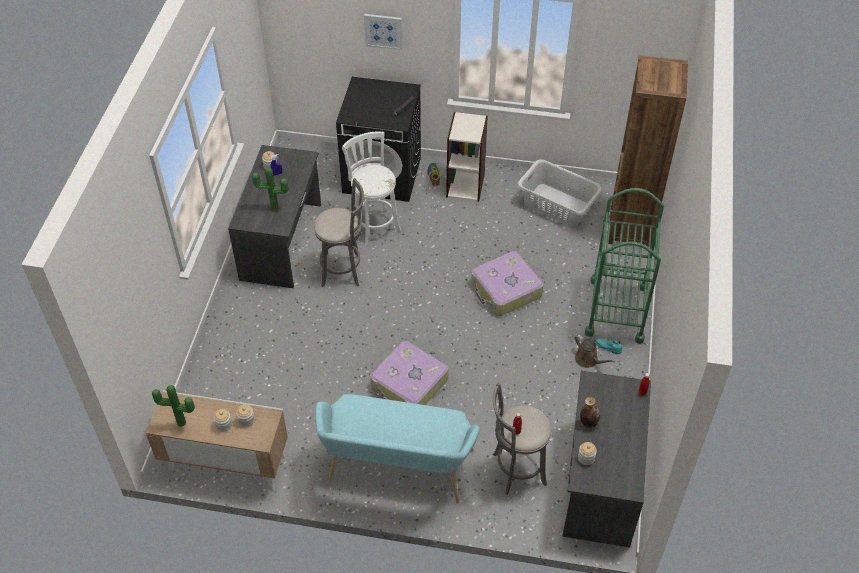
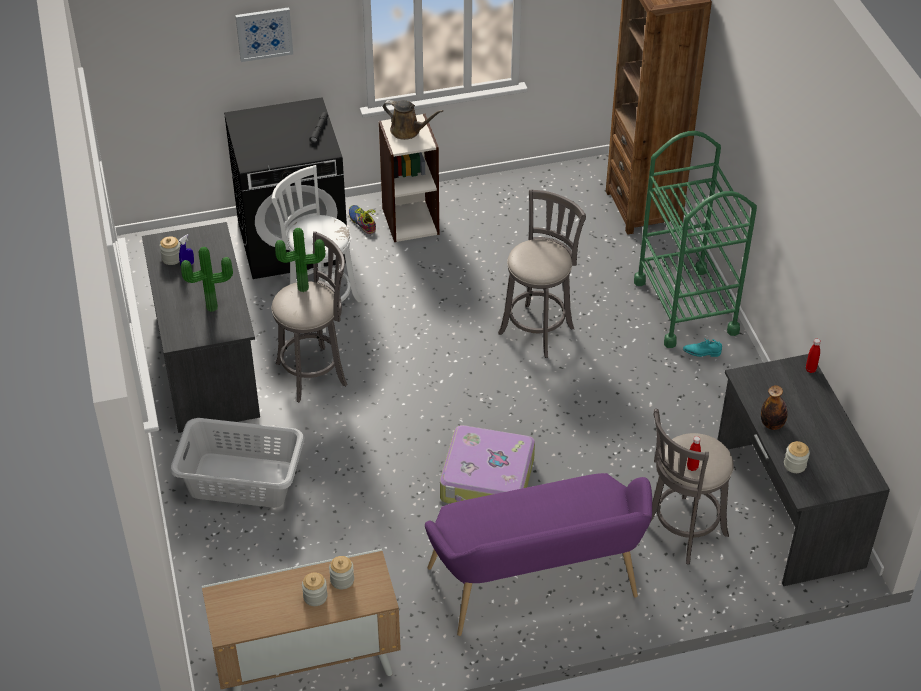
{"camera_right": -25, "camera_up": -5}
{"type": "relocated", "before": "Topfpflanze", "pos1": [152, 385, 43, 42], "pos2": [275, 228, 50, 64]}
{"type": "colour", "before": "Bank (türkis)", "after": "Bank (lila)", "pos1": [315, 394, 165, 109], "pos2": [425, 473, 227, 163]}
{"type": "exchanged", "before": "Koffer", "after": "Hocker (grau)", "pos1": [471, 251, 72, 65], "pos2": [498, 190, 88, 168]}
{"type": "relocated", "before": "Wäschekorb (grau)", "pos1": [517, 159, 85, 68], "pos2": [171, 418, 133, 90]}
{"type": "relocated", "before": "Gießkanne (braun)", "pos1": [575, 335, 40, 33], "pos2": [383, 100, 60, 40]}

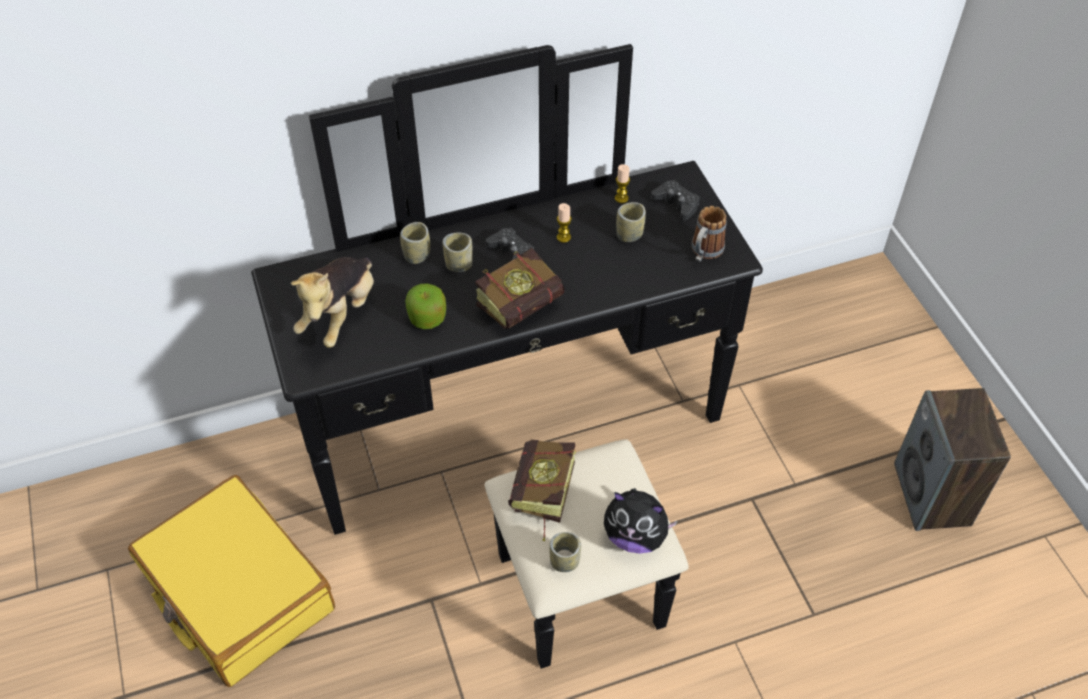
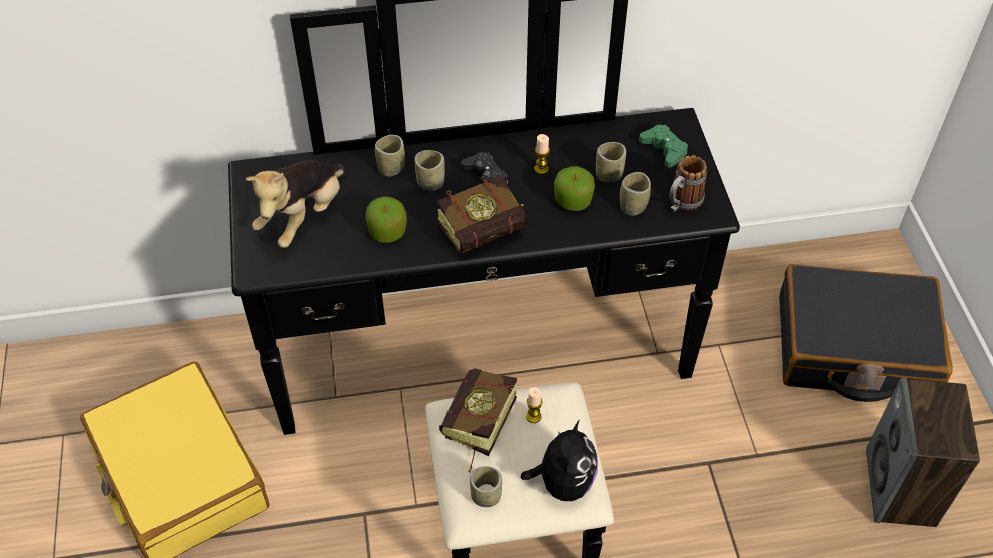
{"camera_right": 10, "camera_up": 0}
{"type": "spun", "before": "Plüschtier", "pos1": [604, 488, 74, 66], "pos2": [520, 420, 78, 81], "turn": -105}
{"type": "relocated", "before": "Kerze", "pos1": [615, 164, 15, 39], "pos2": [526, 387, 17, 36]}
{"type": "colour", "before": "Gamepad (schwarz)", "after": "Gamepad (grün)", "pos1": [651, 180, 49, 40], "pos2": [639, 125, 49, 42]}
{"type": "appeared", "after": "Apfel", "pos2": [554, 166, 41, 45]}
{"type": "appeared", "after": "Tasse", "pos2": [620, 172, 31, 44]}
{"type": "appeared", "after": "Koffer (schwarz)", "pos2": [779, 264, 174, 138]}

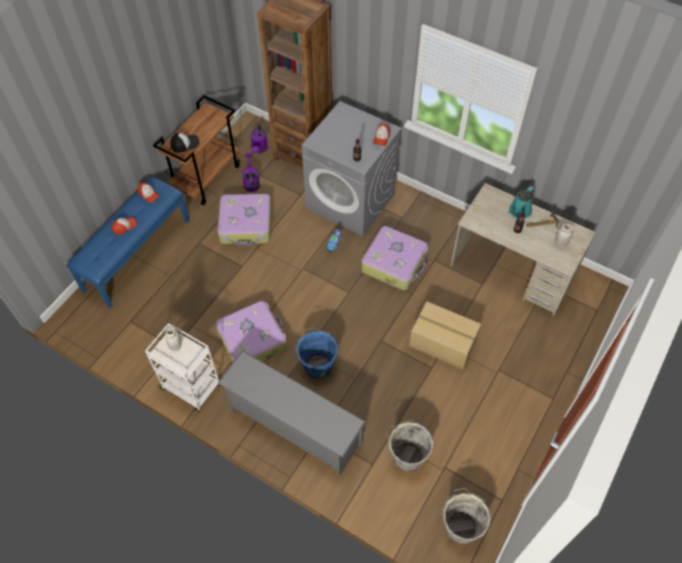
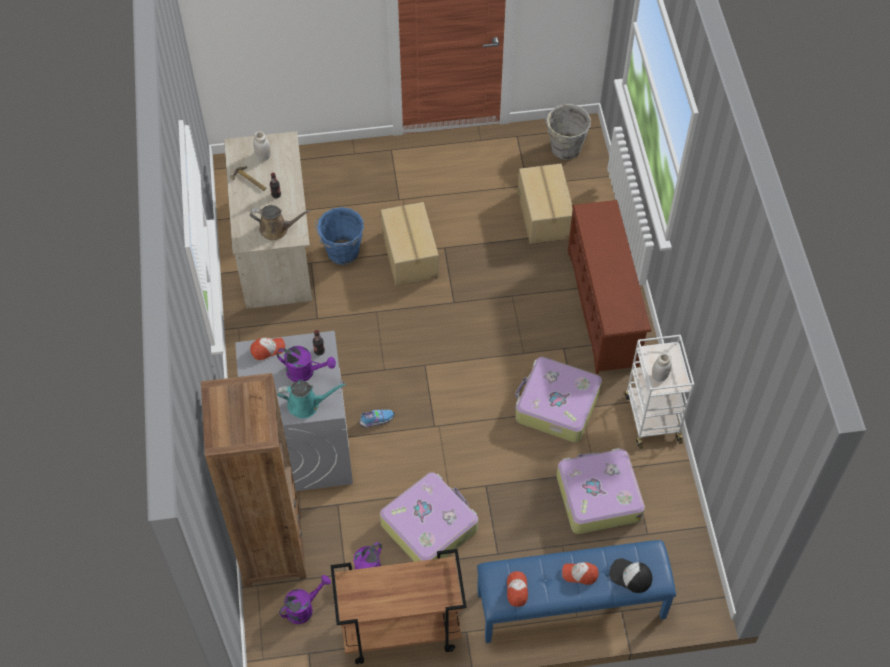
{"camera_right": -130, "camera_up": 0}
{"type": "relocated", "before": "Kappe", "pos1": [170, 133, 29, 20], "pos2": [609, 558, 43, 35]}
{"type": "colour", "before": "Schuhregal (grau)", "after": "Schuhregal (braun)", "pos1": [218, 351, 148, 125], "pos2": [568, 200, 83, 174]}
{"type": "relocated", "before": "Eimer (blau)", "pos1": [295, 327, 43, 52], "pos2": [315, 207, 49, 58]}
{"type": "relocated", "before": "Koffer", "pos1": [361, 226, 67, 64], "pos2": [557, 448, 88, 86]}
{"type": "exchanged", "before": "Eimer (grau)", "after": "Karton", "pos1": [385, 420, 49, 52], "pos2": [518, 164, 55, 80]}
{"type": "relocated", "before": "Gießkanne (türkis)", "pos1": [508, 186, 27, 33], "pos2": [277, 381, 69, 38]}
{"type": "appeared", "after": "Gießkanne (braun)", "pos2": [250, 205, 61, 36]}
{"type": "appeared", "after": "Gießkanne (lila)", "pos2": [277, 346, 59, 36]}

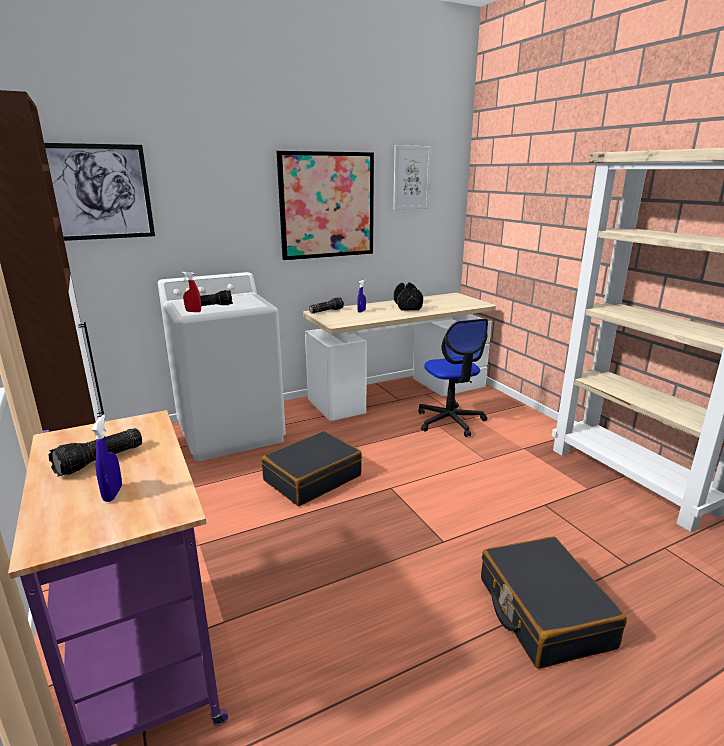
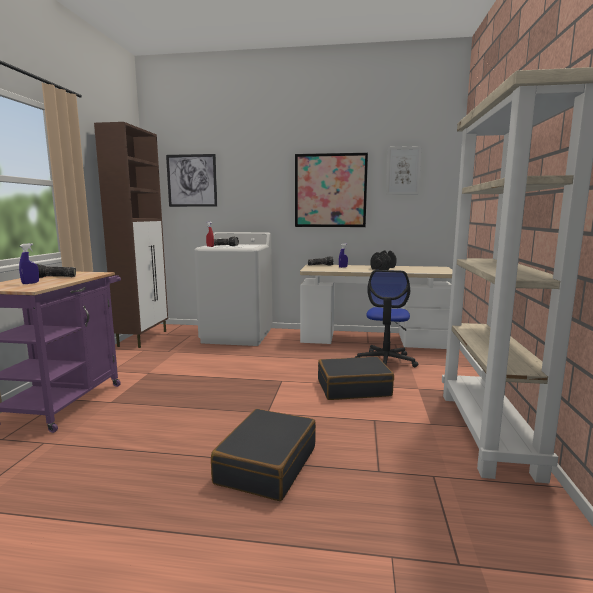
{"camera_right": 35, "camera_up": -10}
{"type": "relocated", "before": "Koffer (schwarz)", "pos1": [262, 431, 100, 75], "pos2": [318, 356, 76, 44]}

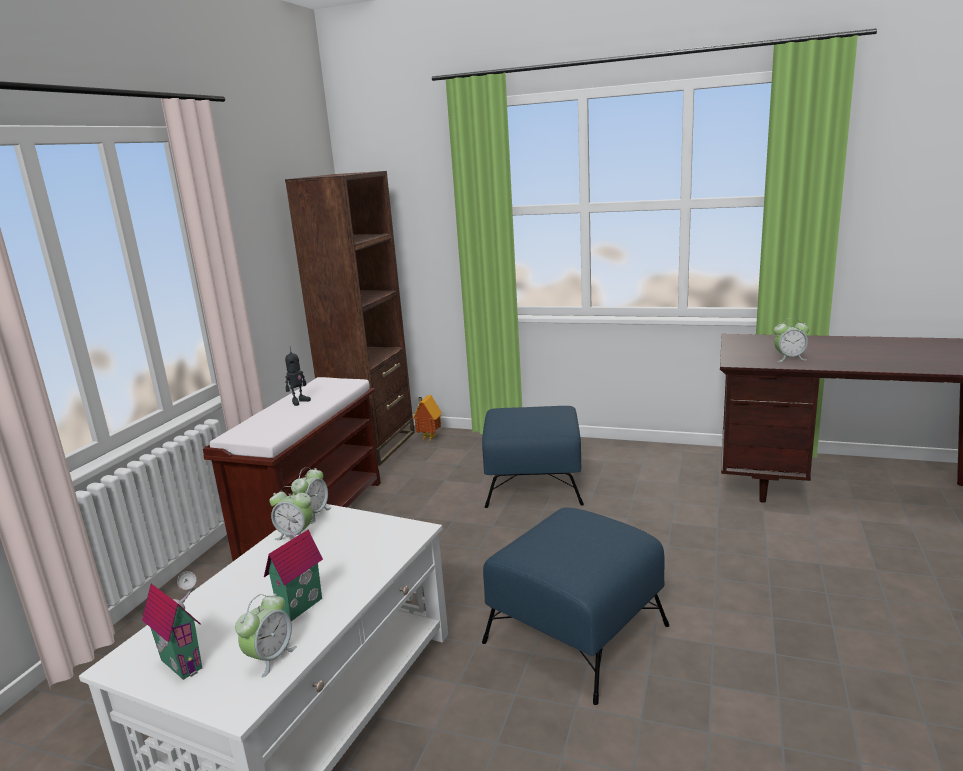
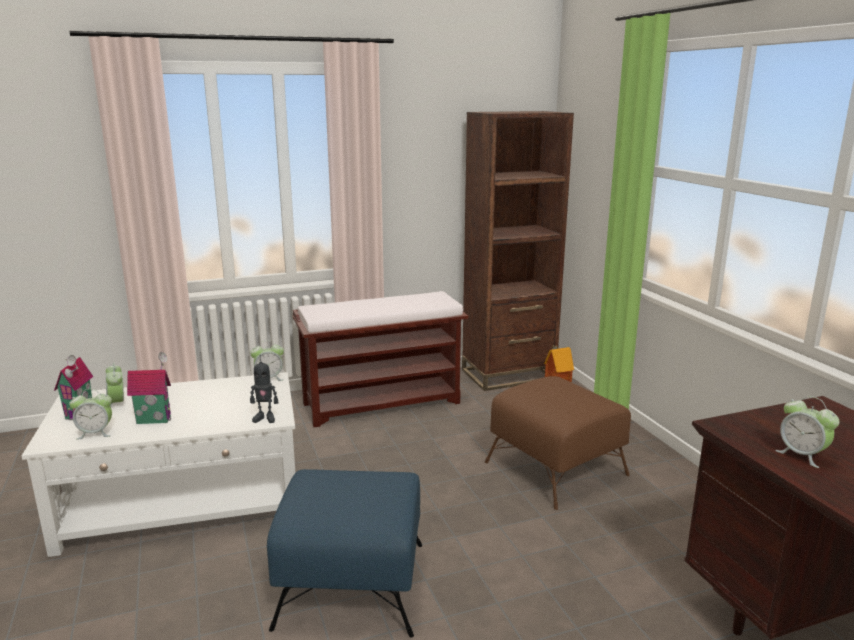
{"camera_right": 50, "camera_up": 0}
{"type": "relocated", "before": "Wecker", "pos1": [269, 486, 44, 54], "pos2": [105, 363, 19, 44]}
{"type": "relocated", "before": "Spielzeugroboter", "pos1": [285, 346, 26, 60], "pos2": [250, 355, 28, 68]}
{"type": "colour", "before": "Polsterhocker (blau)", "after": "Polsterhocker (braun)", "pos1": [482, 406, 102, 102], "pos2": [485, 376, 146, 134]}

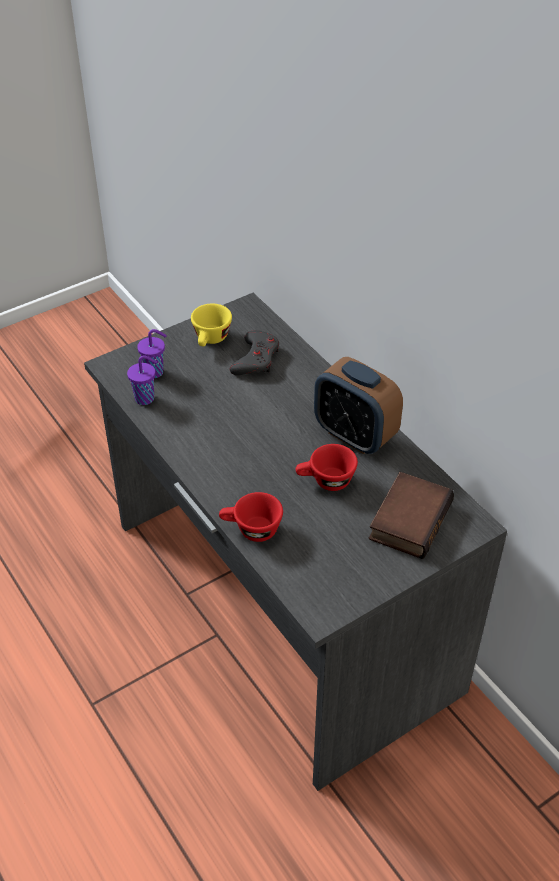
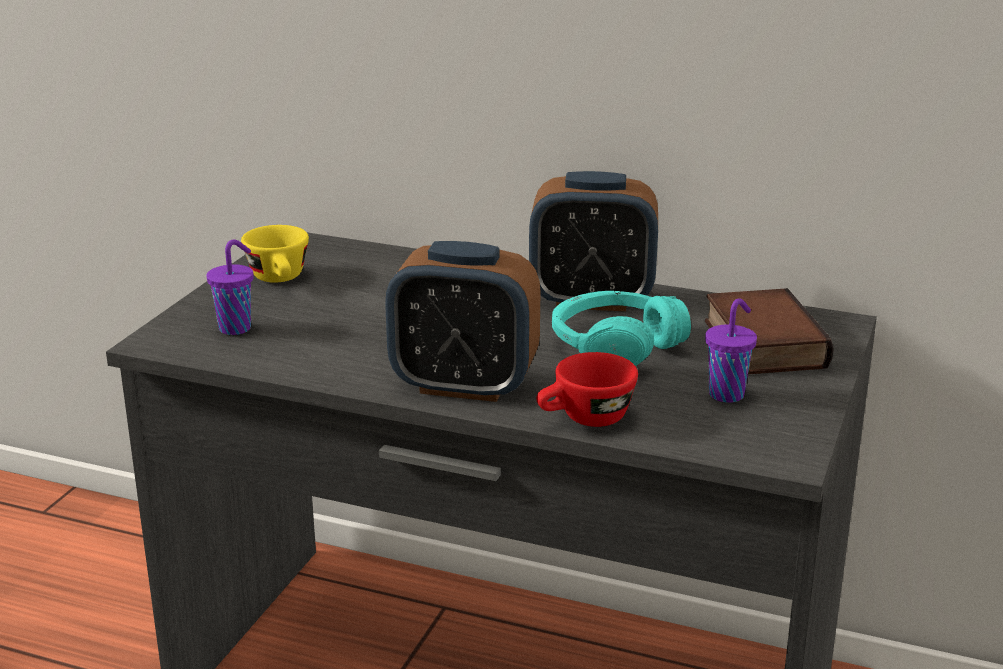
{"camera_right": -35, "camera_up": -20}
{"type": "relocated", "before": "Tasse (lila)", "pos1": [127, 356, 30, 49], "pos2": [705, 298, 52, 105]}
{"type": "missing", "before": "Gamepad (grau)", "pos1": [230, 330, 49, 45]}
{"type": "exchanged", "before": "Tasse (rot)", "after": "Kopfhörer (türkis)", "pos1": [296, 444, 62, 47], "pos2": [552, 291, 139, 75]}
{"type": "appeared", "after": "Wecker", "pos2": [385, 241, 155, 161]}

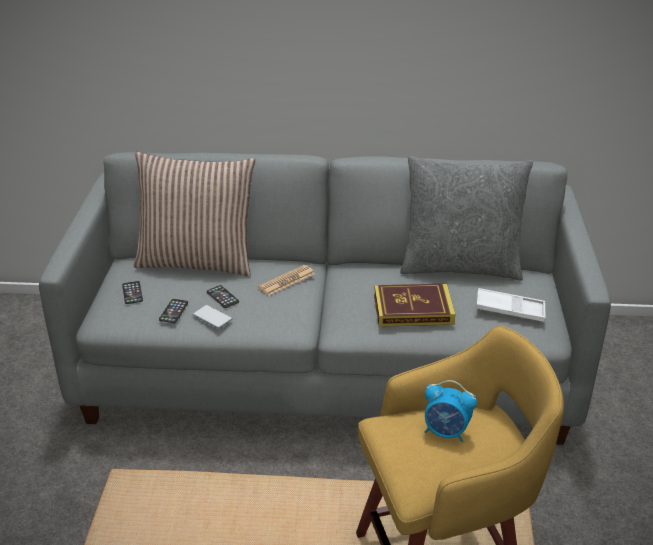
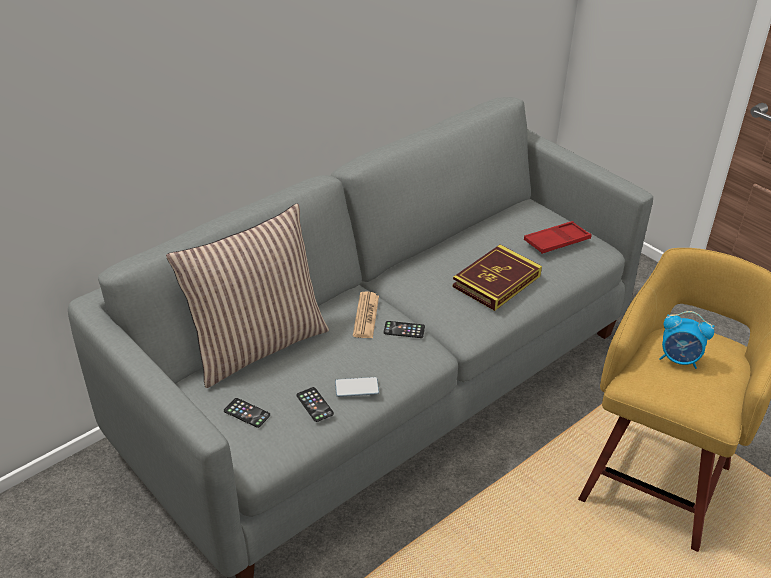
{"camera_right": -45, "camera_up": 5}
{"type": "relocated", "before": "Handy", "pos1": [207, 285, 32, 23], "pos2": [384, 321, 41, 17]}
{"type": "missing", "before": "Kissen (grau)", "pos1": [400, 156, 133, 125]}
{"type": "spun", "before": "Wecker", "pos1": [425, 380, 52, 62], "pos2": [659, 311, 56, 58], "turn": 45}
{"type": "colour", "before": "Tablett (weiß)", "after": "Tablett (rot)", "pos1": [476, 288, 70, 34], "pos2": [524, 221, 68, 33]}

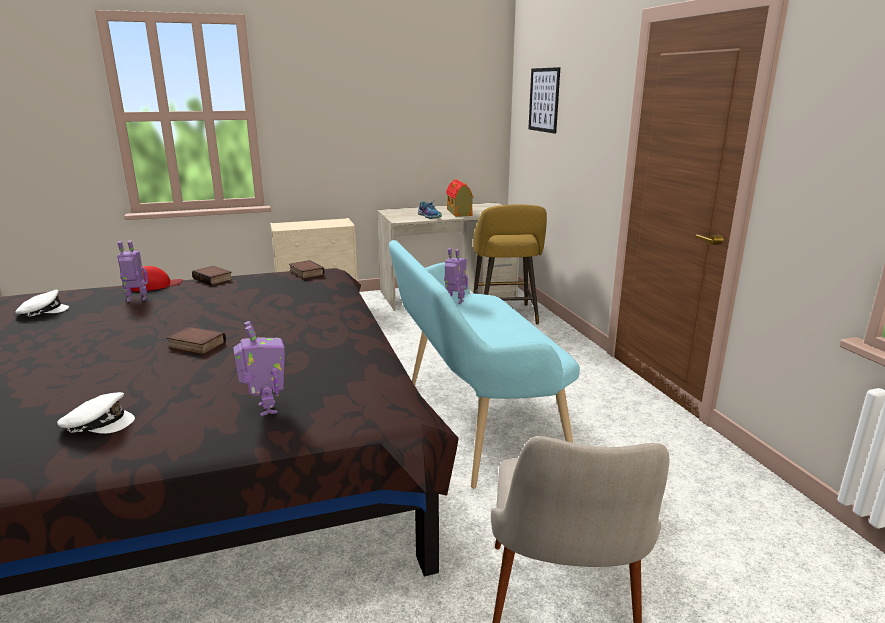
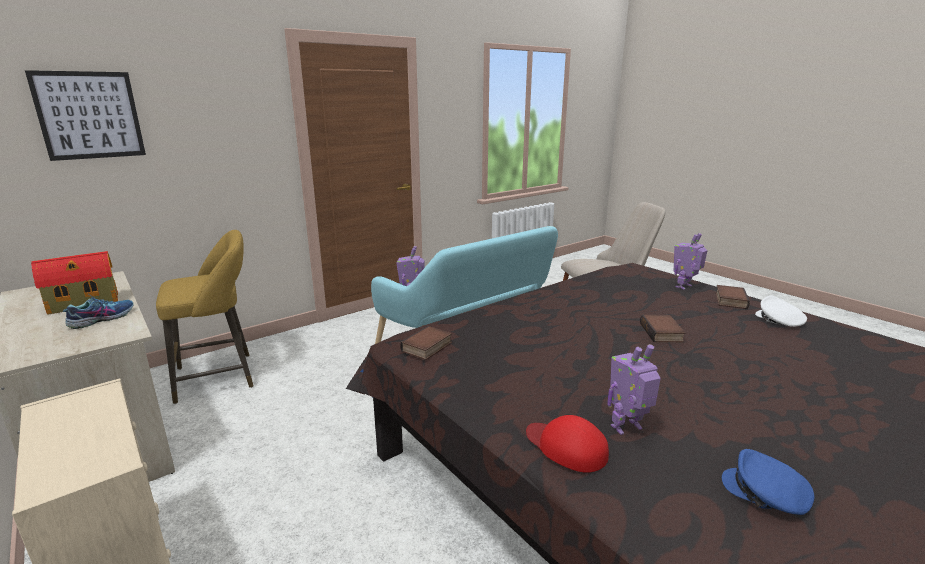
{"camera_right": -110, "camera_up": 0}
{"type": "colour", "before": "Kappe (weiß)", "after": "Kappe (blau)", "pos1": [15, 289, 54, 28], "pos2": [722, 449, 92, 66]}
{"type": "spun", "before": "Spielzeugroboter", "pos1": [117, 240, 31, 62], "pos2": [607, 344, 54, 91], "turn": 105}
{"type": "relocated", "before": "Buch", "pos1": [192, 266, 41, 19], "pos2": [715, 285, 35, 24]}

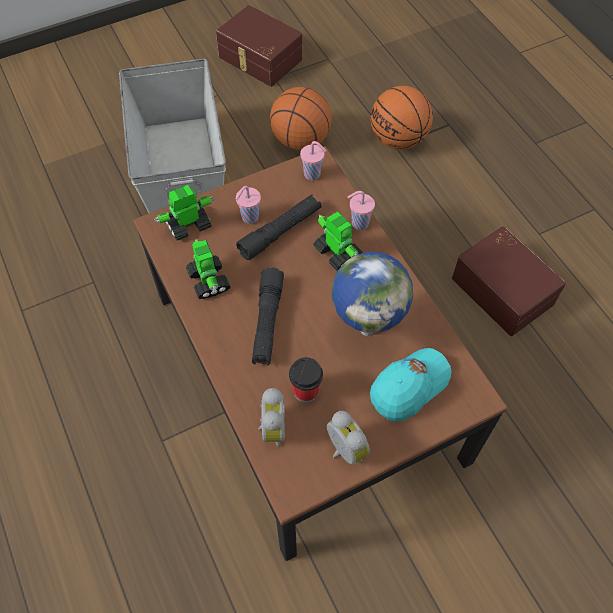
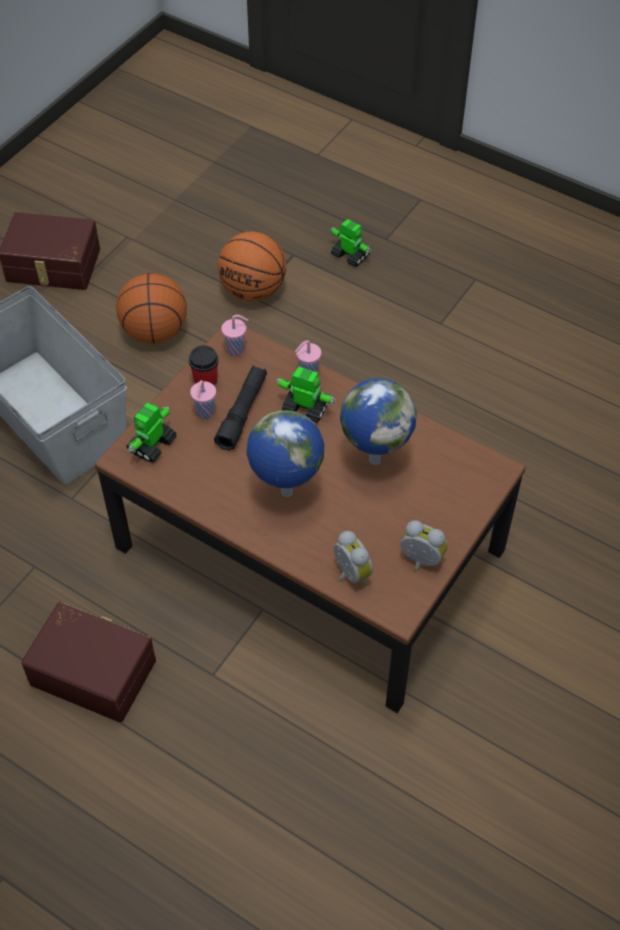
{"camera_right": -30, "camera_up": -5}
{"type": "relocated", "before": "Spielzeugroboter", "pos1": [186, 239, 45, 60], "pos2": [331, 219, 40, 48]}
{"type": "exchanged", "before": "Taschenlampe (schwarz)", "after": "Globus", "pos1": [252, 267, 32, 98], "pos2": [247, 410, 77, 87]}
{"type": "relocated", "before": "Tasse", "pos1": [289, 357, 34, 46], "pos2": [189, 345, 30, 41]}
{"type": "missing", "before": "Kappe (türkis)", "pos1": [370, 348, 82, 74]}
{"type": "relocated", "before": "Aufbewahrungsbox (braun)", "pos1": [452, 226, 114, 110], "pos2": [21, 601, 135, 121]}

